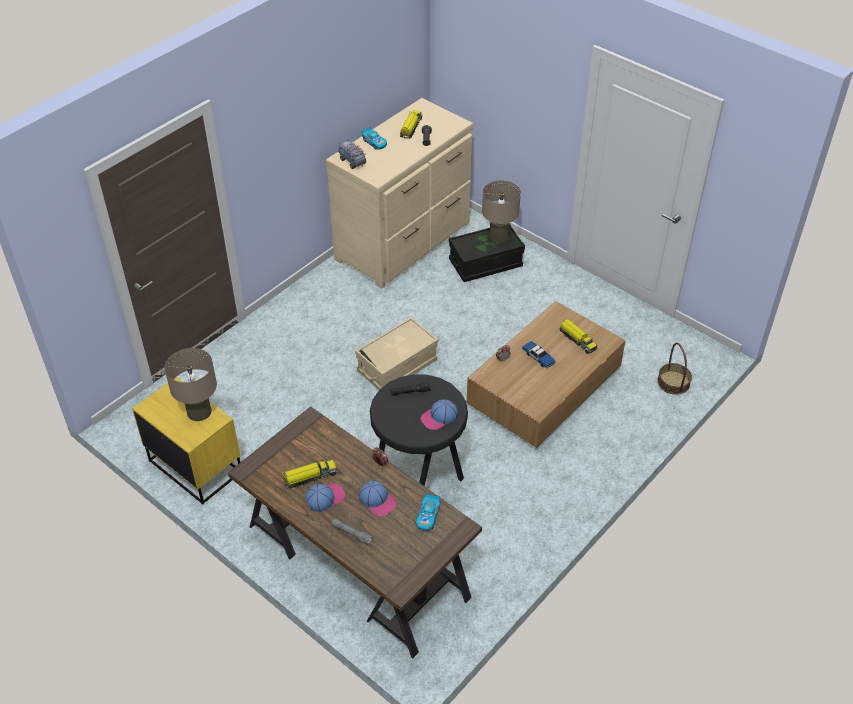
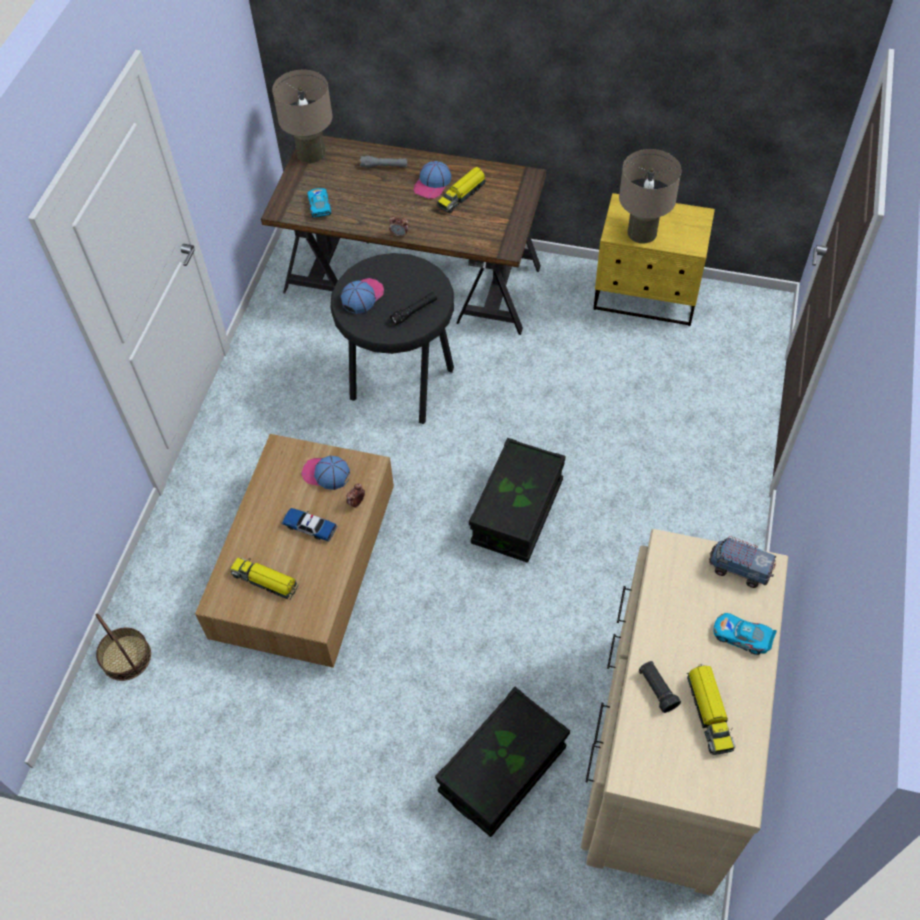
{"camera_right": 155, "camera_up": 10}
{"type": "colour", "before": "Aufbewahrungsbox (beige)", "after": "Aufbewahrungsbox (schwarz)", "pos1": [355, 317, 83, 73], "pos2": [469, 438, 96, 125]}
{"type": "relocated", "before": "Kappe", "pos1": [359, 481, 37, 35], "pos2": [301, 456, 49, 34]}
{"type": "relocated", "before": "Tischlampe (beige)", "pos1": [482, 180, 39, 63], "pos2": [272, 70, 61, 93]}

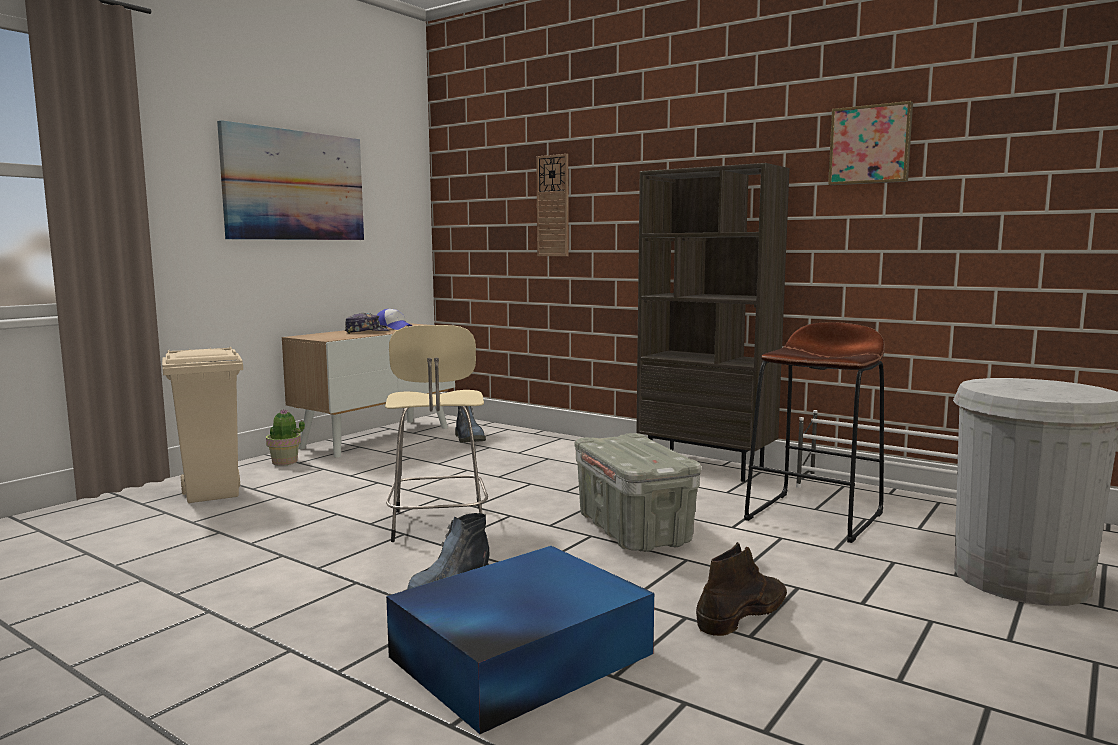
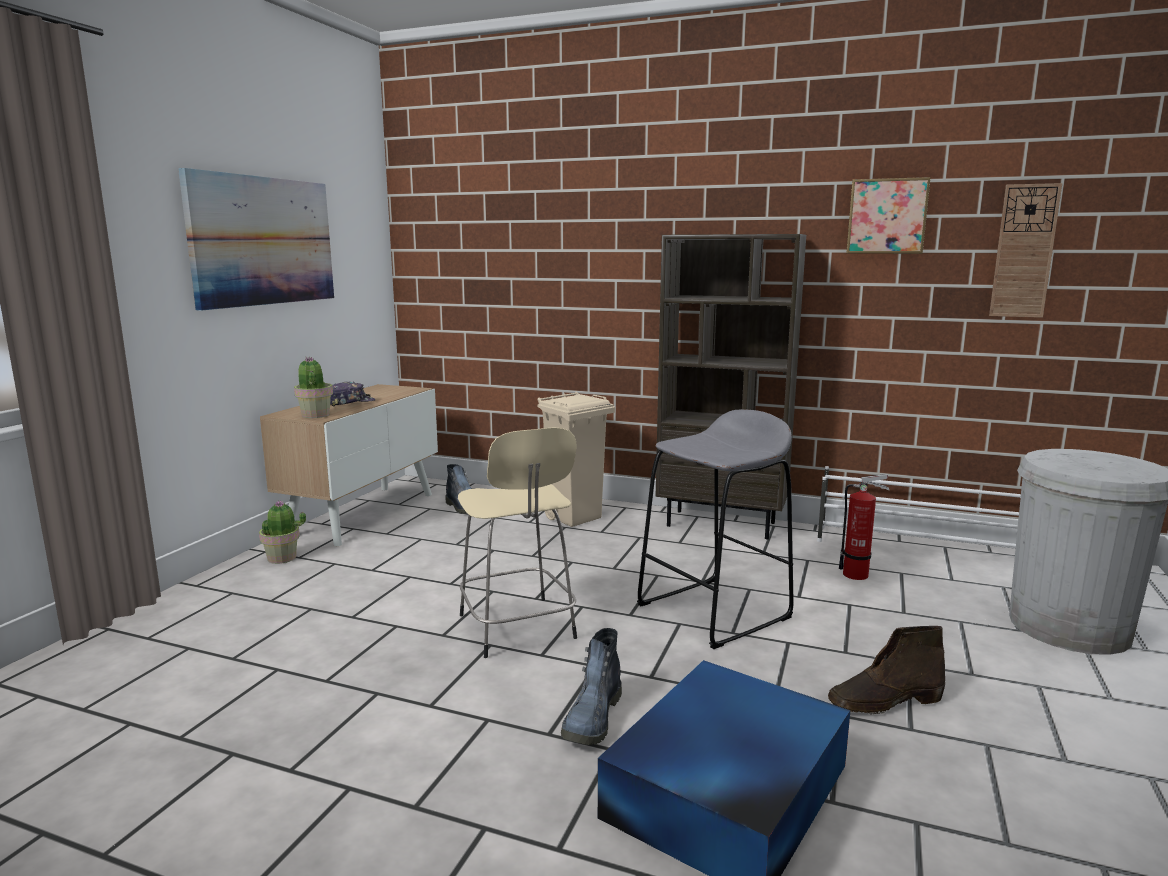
{"camera_right": -15, "camera_up": 5}
{"type": "relocated", "before": "Mülleimer (beige)", "pos1": [162, 347, 81, 156], "pos2": [538, 392, 77, 135]}
{"type": "missing", "before": "Kappe", "pos1": [377, 309, 36, 21]}
{"type": "relocated", "before": "Wanduhr", "pos1": [536, 154, 32, 102], "pos2": [989, 183, 73, 135]}
{"type": "exchanged", "before": "Aufbewahrungsbox (grau)", "after": "Hocker (grau)", "pos1": [575, 433, 126, 119], "pos2": [637, 410, 157, 239]}
{"type": "spun", "before": "Stiefel (braun)", "pos1": [696, 542, 91, 94], "pos2": [828, 626, 117, 89], "turn": -135}
{"type": "exchanged", "before": "Hocker (braun)", "after": "Feuerlöscher", "pos1": [744, 322, 141, 221], "pos2": [839, 474, 51, 106]}
{"type": "appeared", "after": "Topfpflanze", "pos2": [294, 357, 39, 61]}

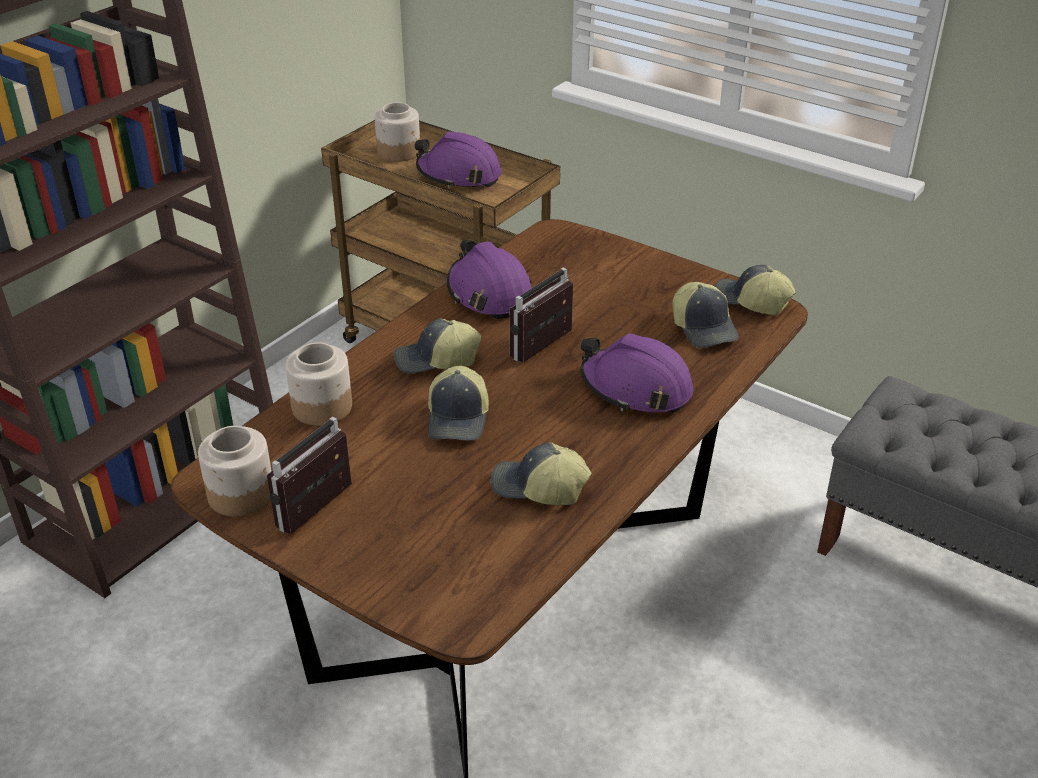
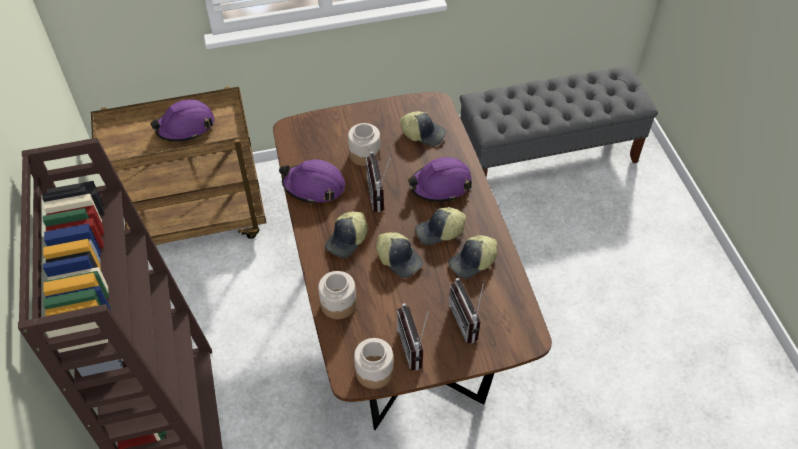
{"camera_right": -50, "camera_up": 15}
{"type": "relocated", "before": "Vorratsglas", "pos1": [375, 102, 45, 60], "pos2": [348, 123, 32, 43]}
{"type": "relocated", "before": "Kappe", "pos1": [715, 265, 81, 50], "pos2": [415, 207, 51, 38]}
{"type": "appeared", "after": "Radio", "pos2": [449, 278, 35, 65]}

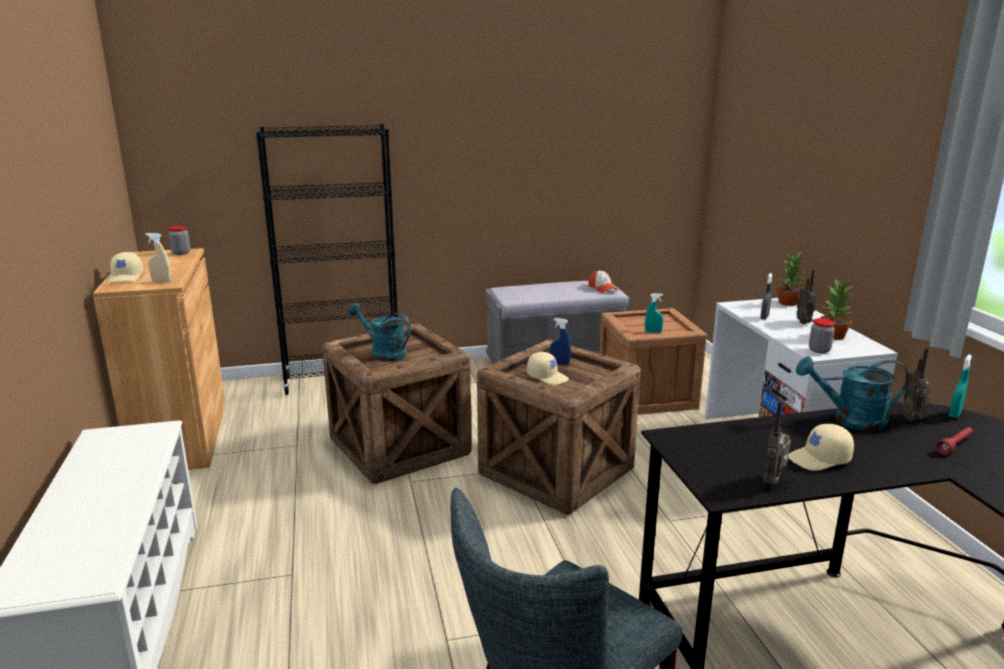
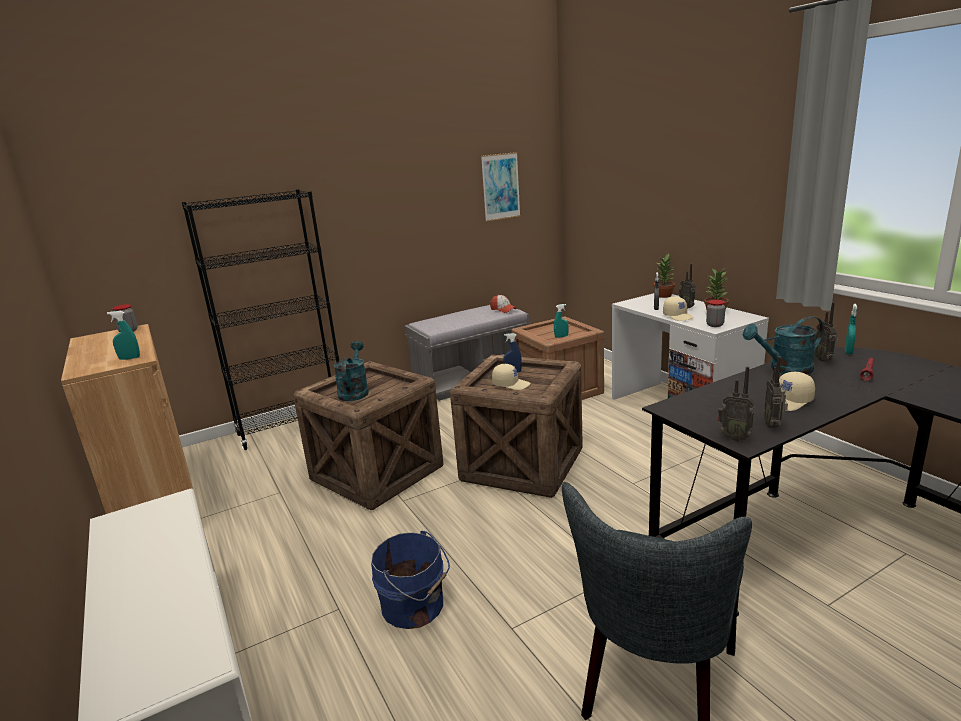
{"camera_right": -15, "camera_up": 0}
{"type": "relocated", "before": "Kappe (beige)", "pos1": [108, 252, 35, 30], "pos2": [663, 297, 31, 24]}
{"type": "colour", "before": "Sprühflasche (beige)", "after": "Sprühflasche (türkis)", "pos1": [146, 233, 26, 49], "pos2": [107, 311, 33, 49]}
{"type": "spun", "before": "Gießkanne (türkis)", "pos1": [348, 303, 63, 59], "pos2": [334, 341, 35, 60], "turn": 75}
{"type": "appeared", "after": "Eimer (blau)", "pos2": [371, 531, 79, 98]}
{"type": "appeared", "after": "Bild", "pos2": [481, 152, 40, 69]}
{"type": "appeared", "after": "Radio", "pos2": [717, 367, 38, 74]}

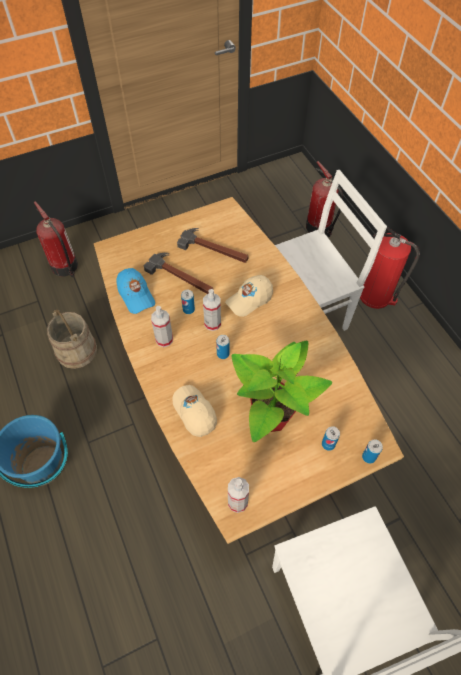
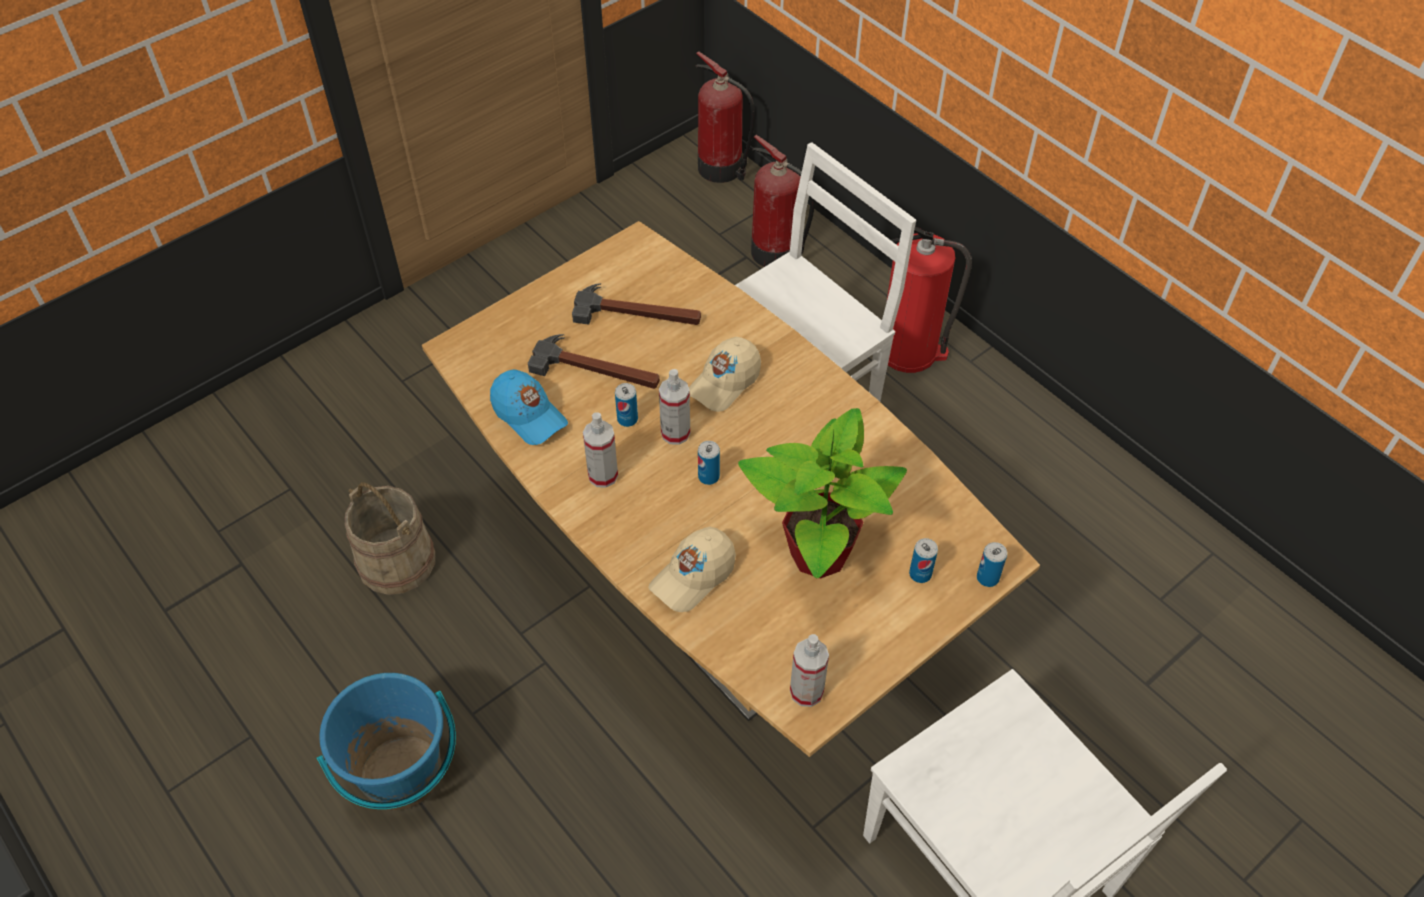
{"camera_right": -15, "camera_up": -5}
{"type": "relocated", "before": "Feuerlöscher", "pos1": [34, 201, 44, 76], "pos2": [695, 51, 60, 132]}
{"type": "spun", "before": "Kappe (beige)", "pos1": [172, 385, 45, 52], "pos2": [648, 527, 88, 85], "turn": -90}

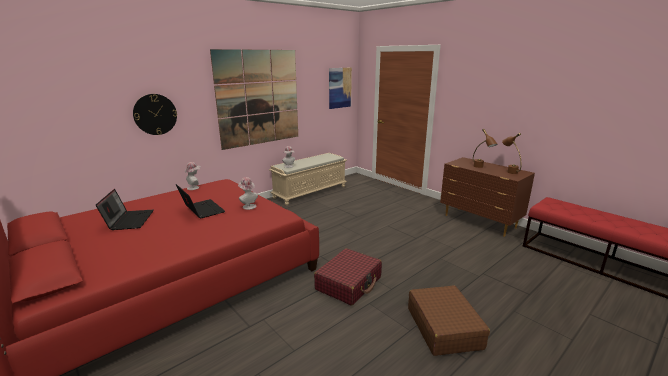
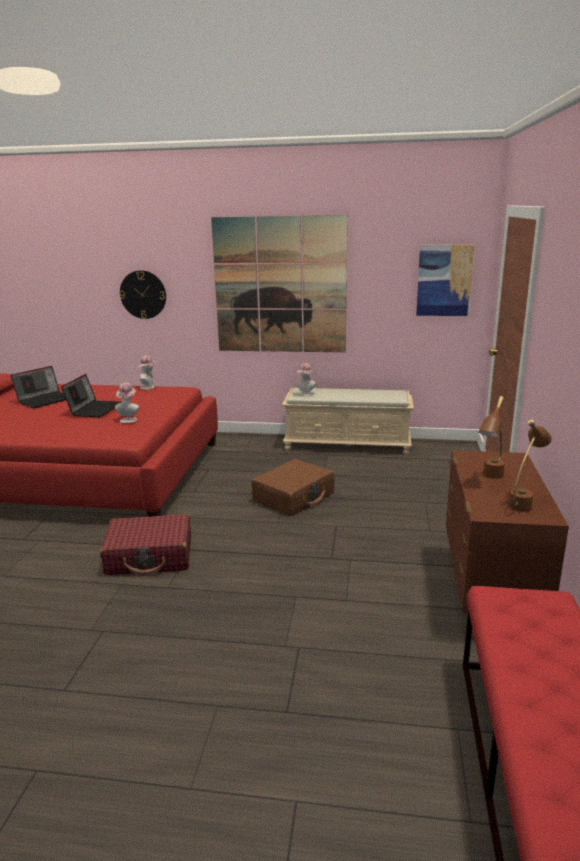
{"camera_right": 50, "camera_up": 0}
{"type": "relocated", "before": "Koffer (braun)", "pos1": [408, 285, 82, 71], "pos2": [251, 459, 83, 57]}

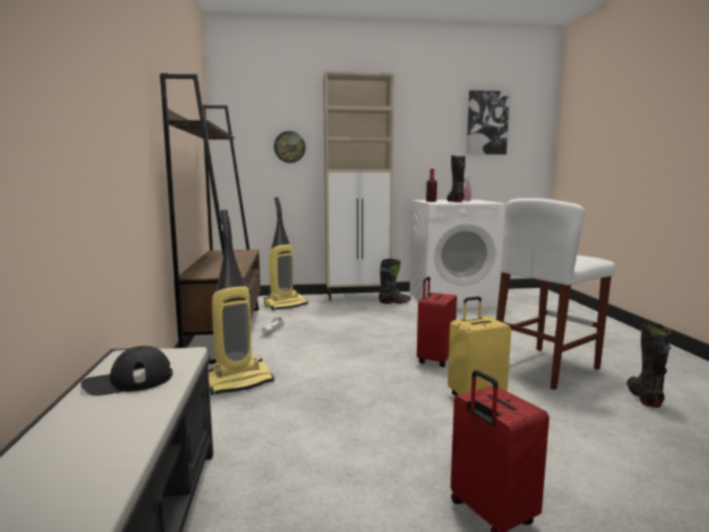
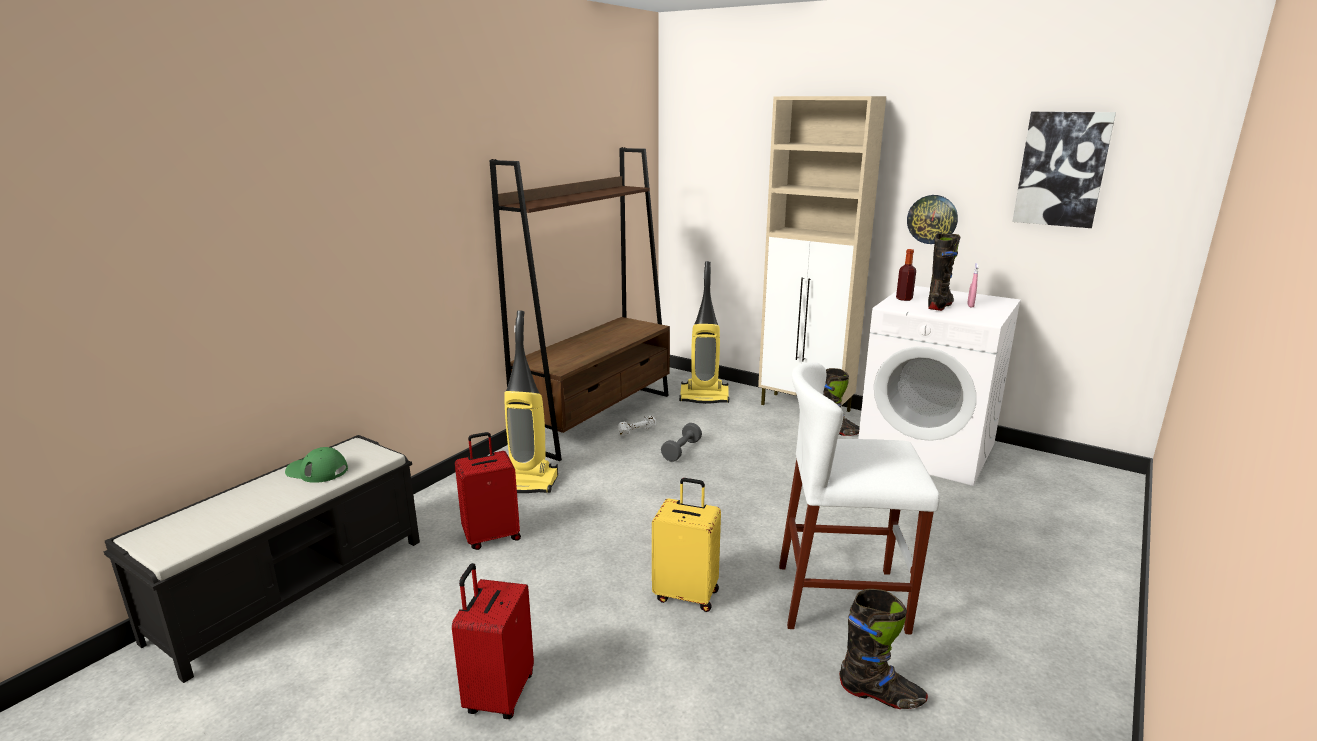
{"camera_right": 40, "camera_up": 10}
{"type": "colour", "before": "Kappe (schwarz)", "after": "Kappe (grün)", "pos1": [81, 346, 92, 50], "pos2": [285, 447, 63, 36]}
{"type": "relocated", "before": "Wanduhr", "pos1": [274, 131, 31, 32], "pos2": [907, 195, 51, 49]}
{"type": "relocated", "before": "Koffer (rot)", "pos1": [417, 277, 40, 90], "pos2": [455, 432, 66, 118]}
{"type": "spun", "before": "Stiefel (schwarz)", "pos1": [627, 323, 44, 85], "pos2": [839, 589, 89, 120], "turn": 60}
{"type": "appeared", "after": "Hantel (grau)", "pos2": [661, 423, 41, 39]}

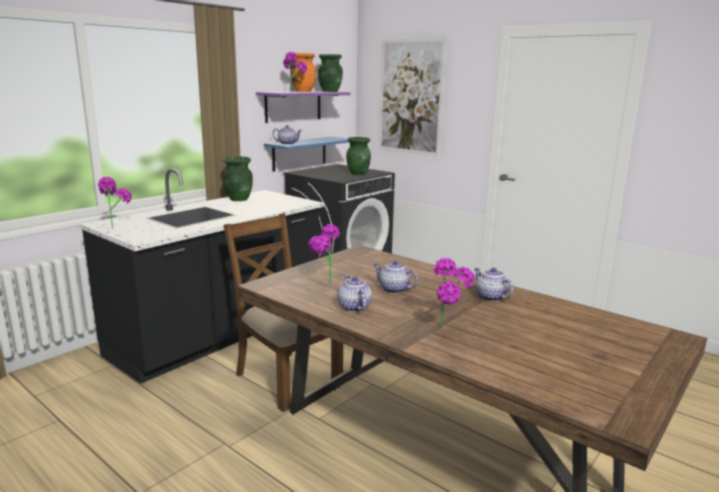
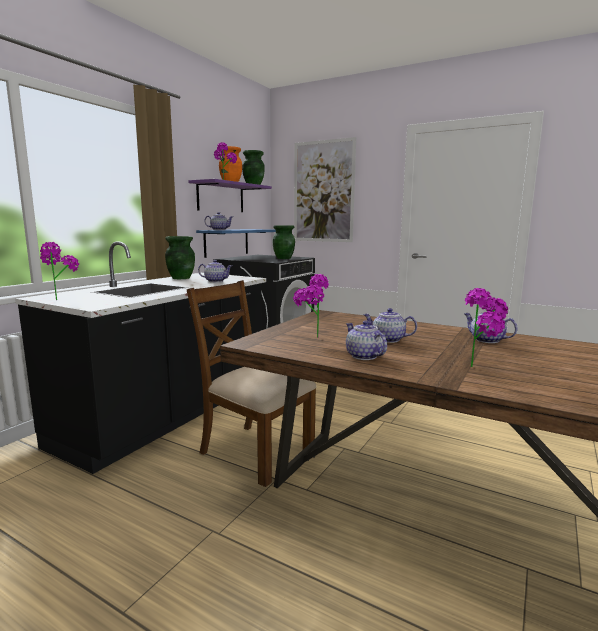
{"camera_right": -10, "camera_up": -5}
{"type": "appeared", "after": "Teekanne", "pos2": [198, 260, 34, 22]}

